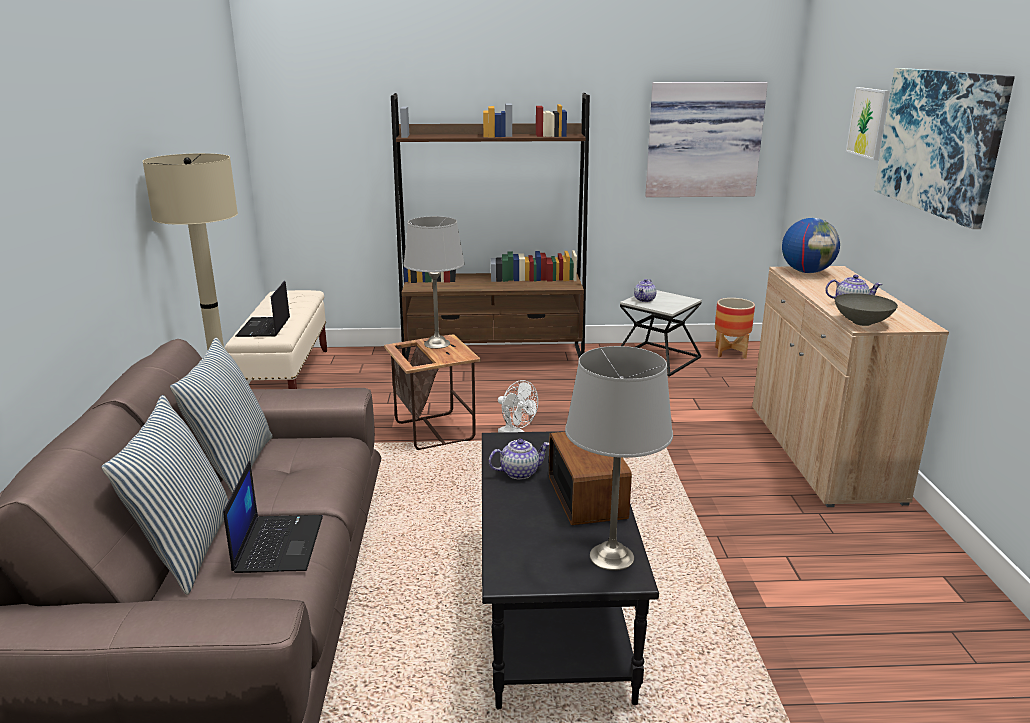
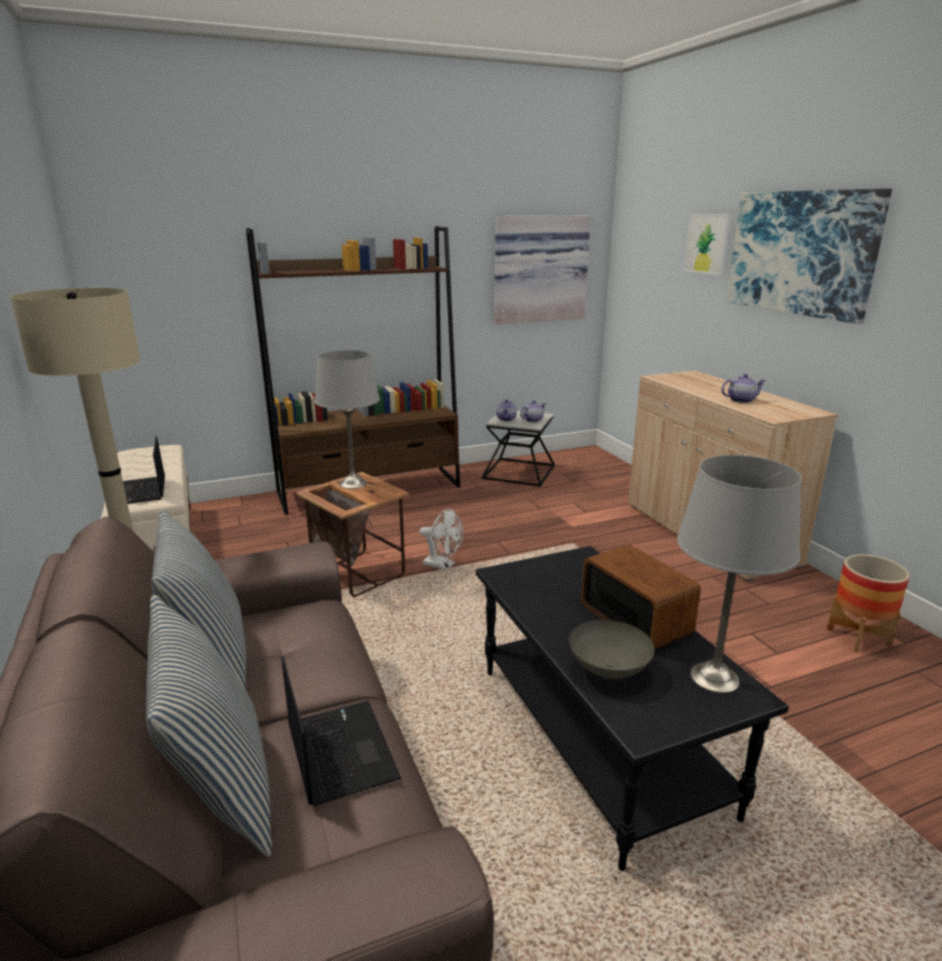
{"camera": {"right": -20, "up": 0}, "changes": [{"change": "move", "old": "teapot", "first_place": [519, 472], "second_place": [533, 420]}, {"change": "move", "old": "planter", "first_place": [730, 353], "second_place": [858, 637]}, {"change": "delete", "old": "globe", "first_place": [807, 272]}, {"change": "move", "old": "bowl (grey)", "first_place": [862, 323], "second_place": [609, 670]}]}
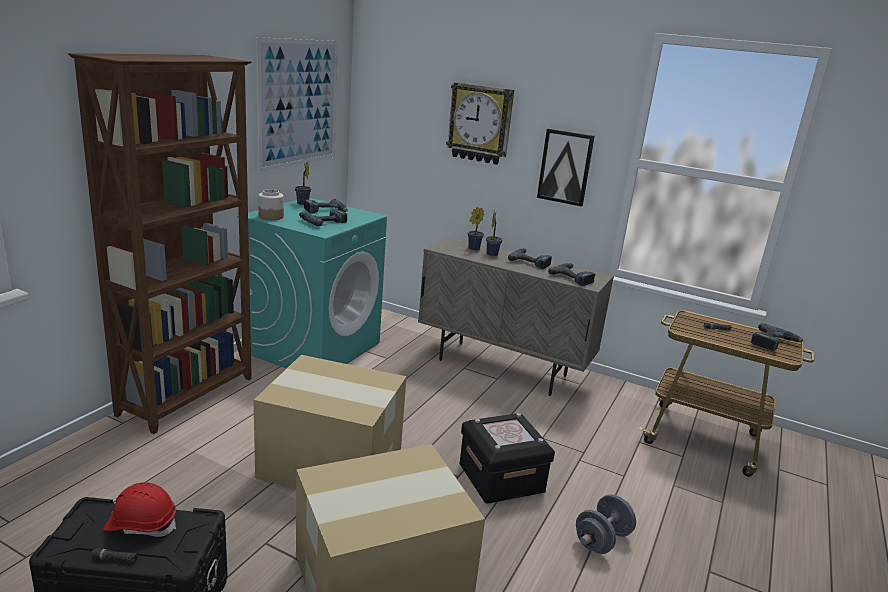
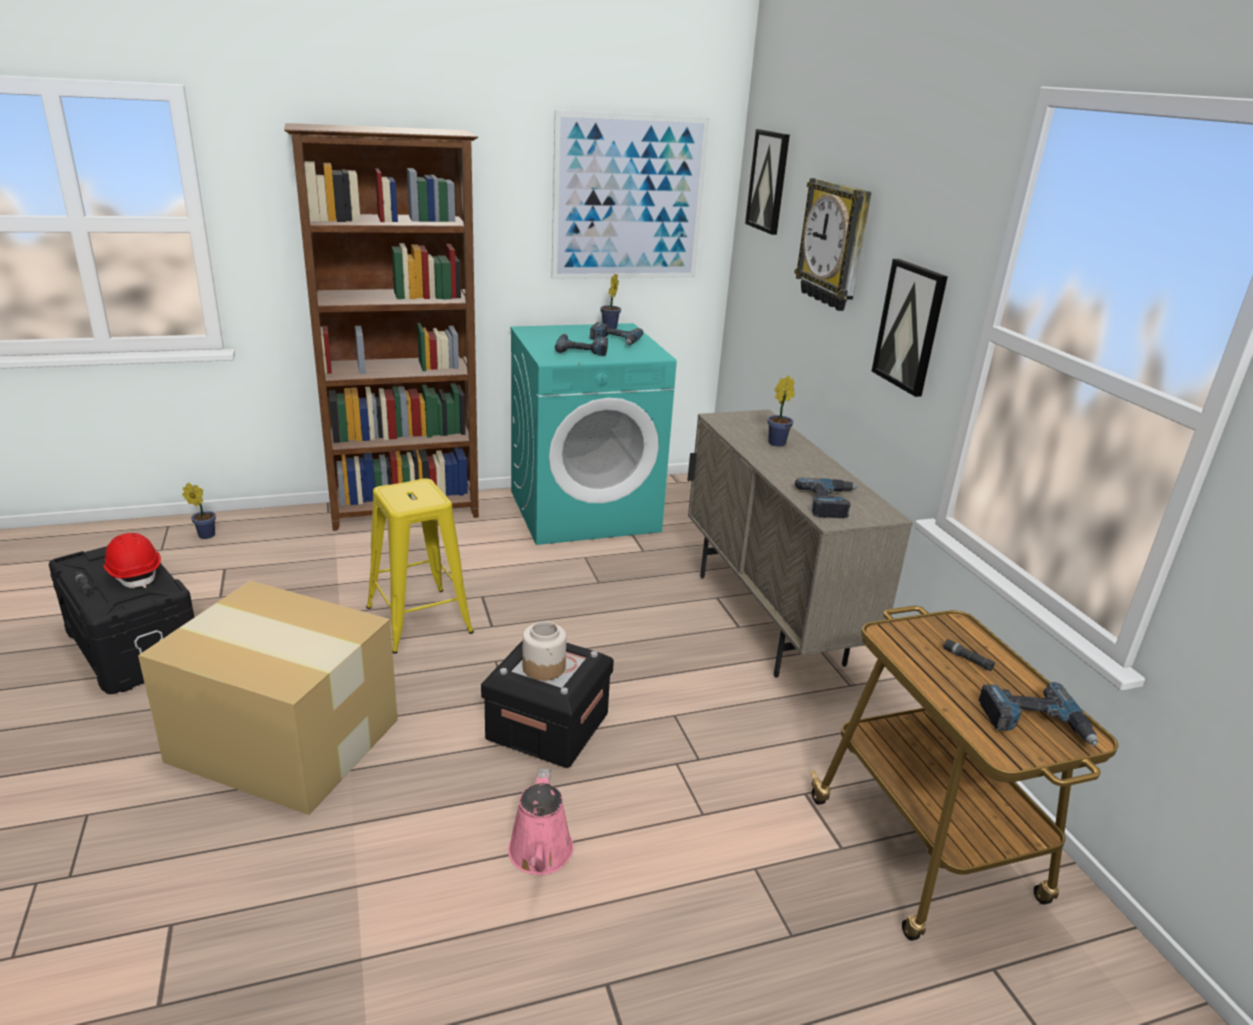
{"camera": {"right": 45, "up": 5}, "changes": [{"change": "replace", "old": "cardboard box", "new": "stool (yellow)", "first_place": [330, 461], "second_place": [419, 620]}, {"change": "move", "old": "jar", "first_place": [271, 217], "second_place": [544, 667]}, {"change": "move", "old": "potted plant", "first_place": [472, 248], "second_place": [204, 535]}, {"change": "delete", "old": "power drill", "first_place": [530, 261]}, {"change": "replace", "old": "dumbbell (grey)", "new": "watering can (pink)", "first_place": [602, 540], "second_place": [540, 855]}, {"change": "insert", "new": "picture", "second_place": [768, 181]}]}
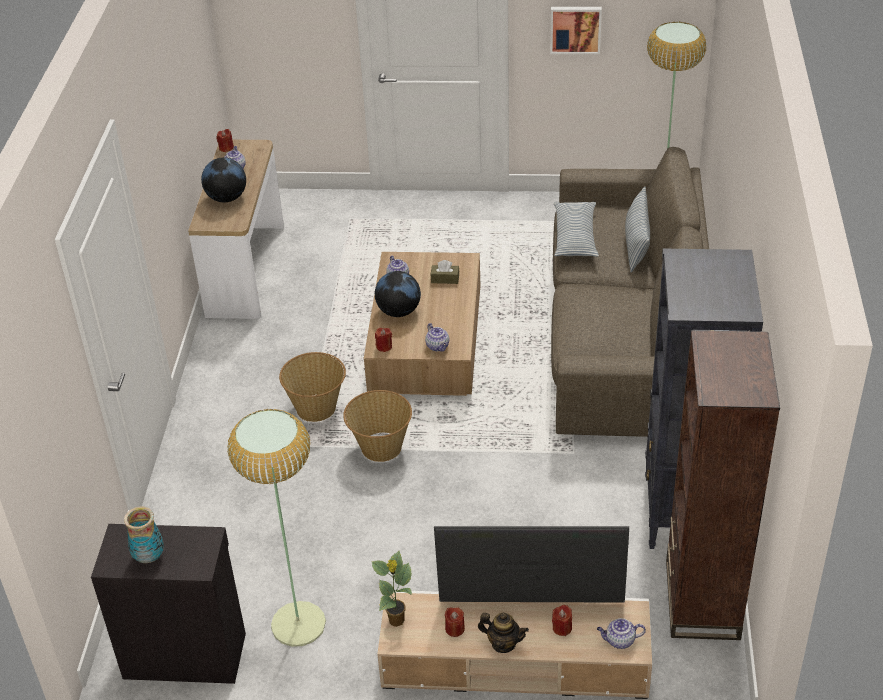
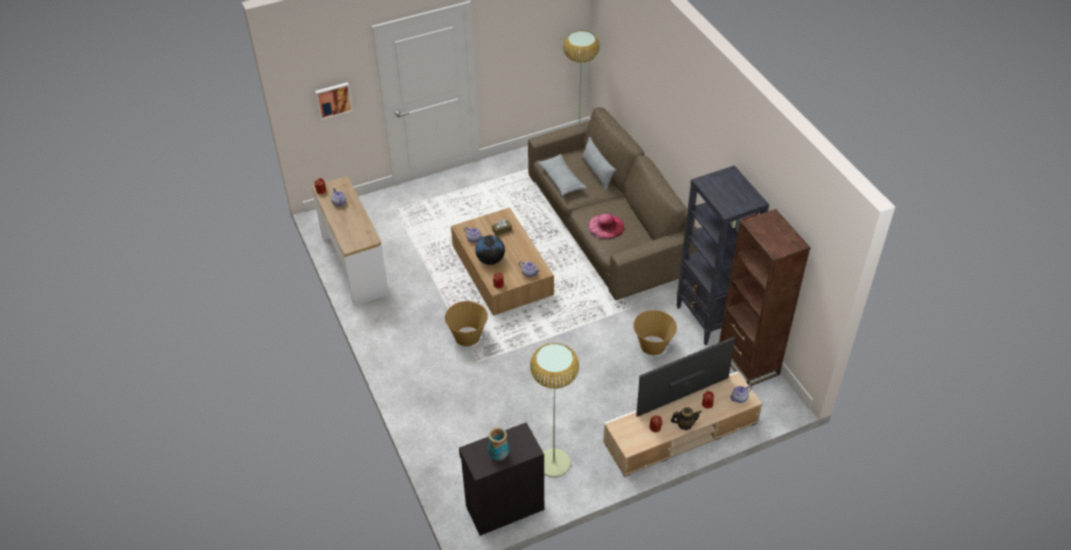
{"camera": {"right": -30, "up": 5}, "changes": [{"change": "delete", "old": "globe", "first_place": [227, 198]}, {"change": "move", "old": "basket", "first_place": [380, 447], "second_place": [652, 346]}, {"change": "delete", "old": "potted plant", "first_place": [396, 621]}, {"change": "move", "old": "picture", "first_place": [575, 29], "second_place": [333, 100]}, {"change": "insert", "new": "hat (pink)", "second_place": [606, 226]}]}
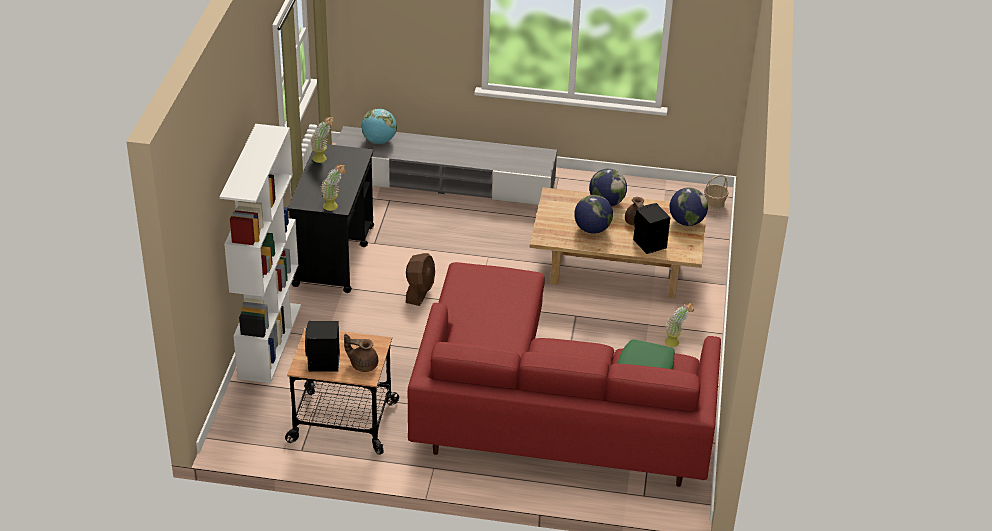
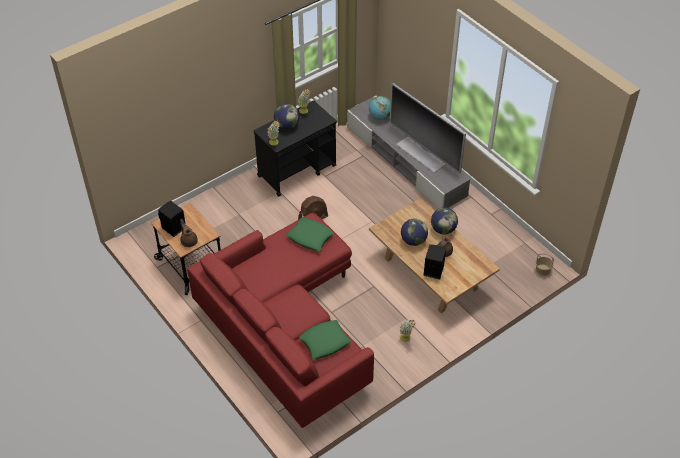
{"camera": {"right": 45, "up": 10}, "changes": [{"change": "delete", "old": "bookcase (white)", "first_place": [269, 341]}, {"change": "move", "old": "globe", "first_place": [686, 222], "second_place": [287, 125]}, {"change": "insert", "new": "pillow (green)", "second_place": [310, 237]}, {"change": "insert", "new": "television", "second_place": [421, 154]}]}
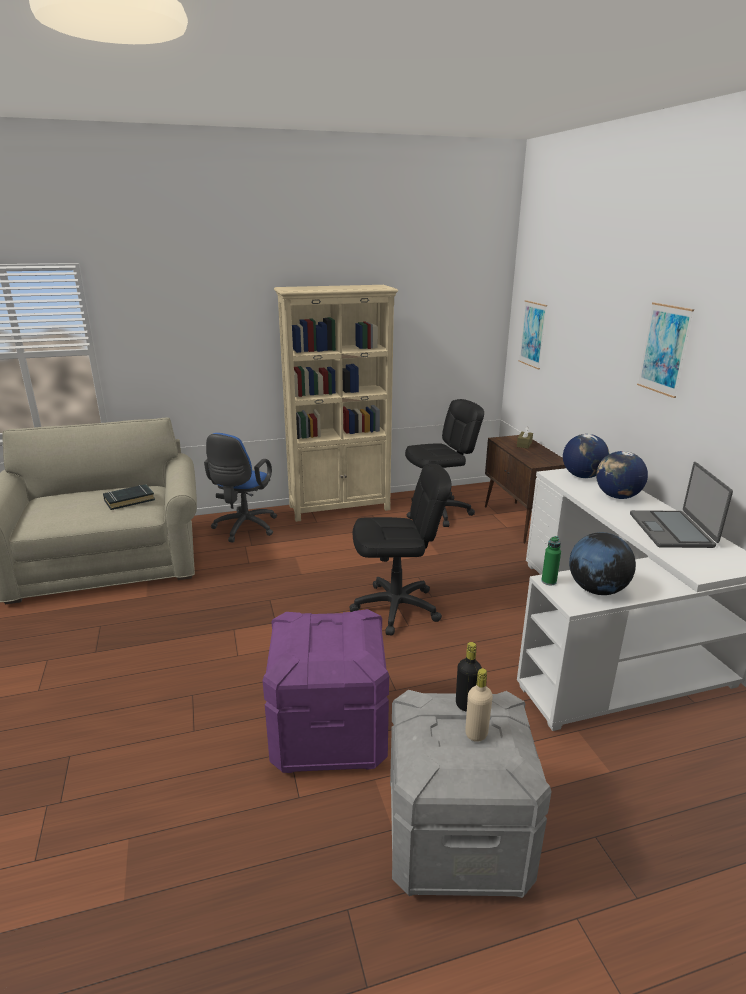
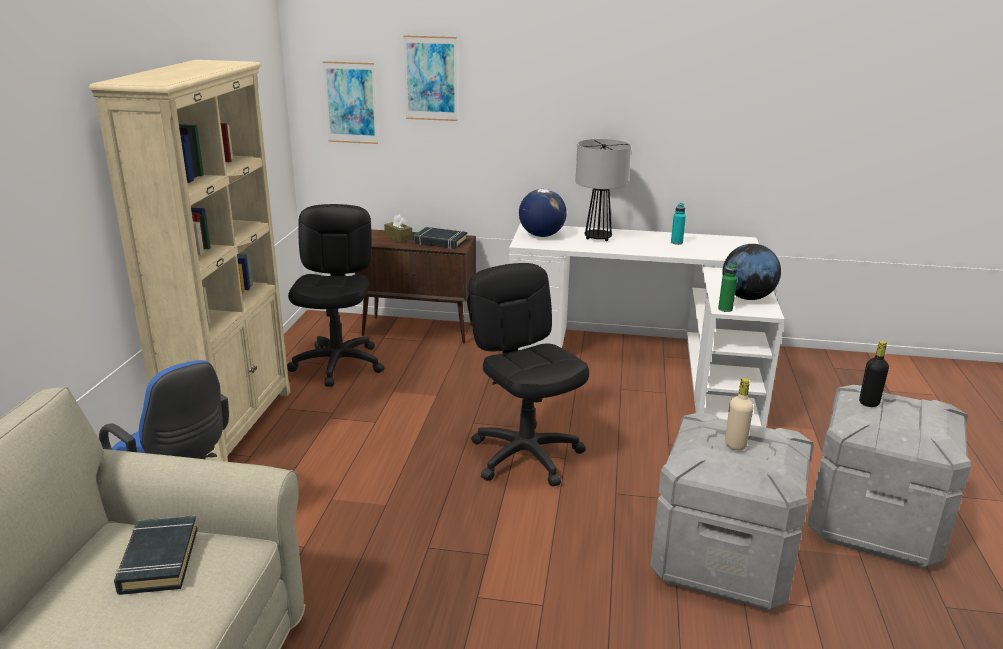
{"camera": {"right": -65, "up": 0}, "changes": [{"change": "recolor", "old": "storage box (purple)", "new": "storage box (grey)", "first_place": [330, 733], "second_place": [724, 561]}, {"change": "rotate", "old": "office chair (black)", "first_place": [396, 608], "second_place": [526, 455], "degrees": -45}, {"change": "move", "old": "bottle (beige)", "first_place": [476, 734], "second_place": [735, 445]}, {"change": "replace", "old": "globe", "new": "table lamp", "first_place": [617, 496], "second_place": [598, 238]}, {"change": "replace", "old": "laptop", "new": "bottle (turquoise)", "first_place": [672, 530], "second_place": [676, 242]}, {"change": "move", "old": "picture", "first_place": [664, 349], "second_place": [431, 78]}, {"change": "insert", "new": "book (black)", "second_place": [440, 242]}]}
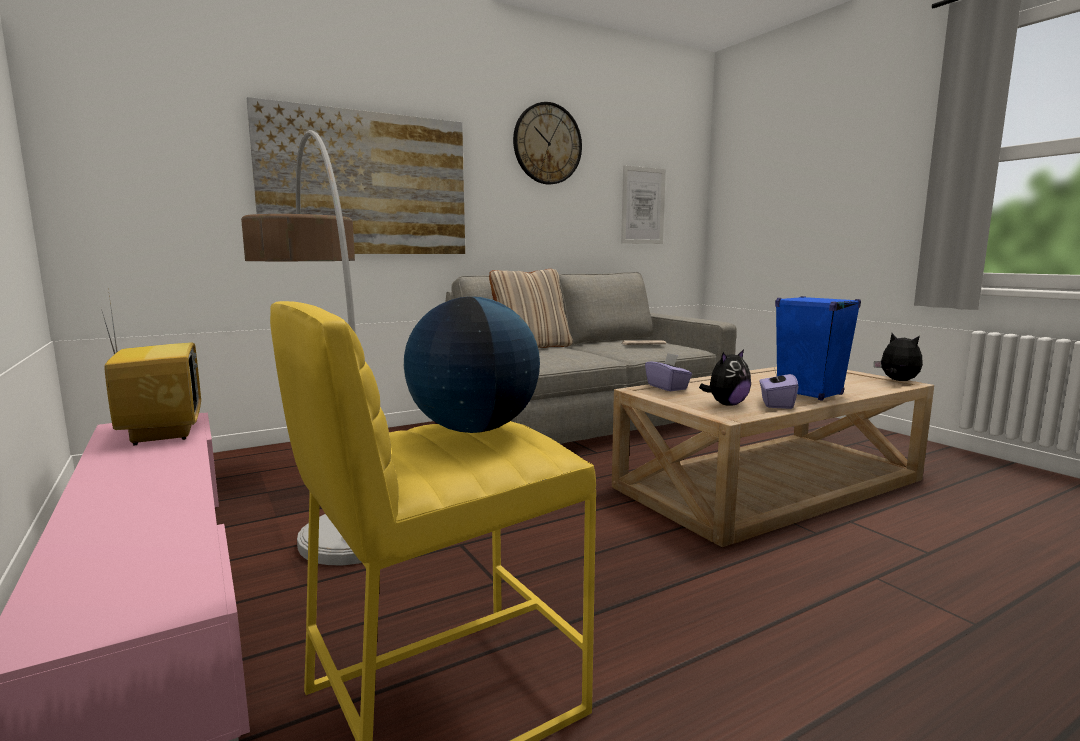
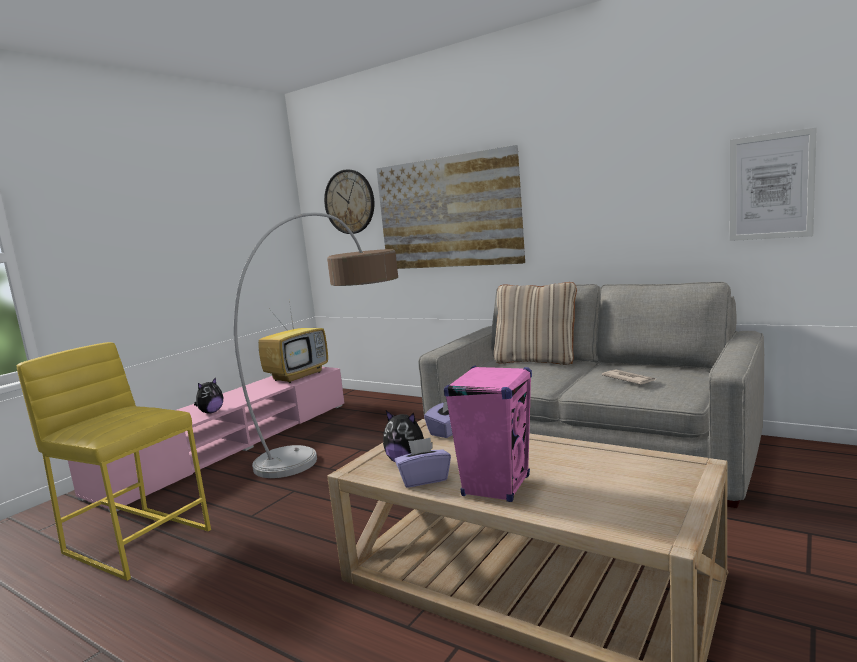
{"camera": {"right": 65, "up": 0}, "changes": [{"change": "delete", "old": "globe", "first_place": [474, 430]}, {"change": "move", "old": "wall clock", "first_place": [547, 144], "second_place": [349, 202]}, {"change": "recolor", "old": "speaker (blue)", "new": "speaker (pink)", "first_place": [808, 393], "second_place": [496, 486]}, {"change": "move", "old": "plush toy", "first_place": [897, 381], "second_place": [211, 412]}]}
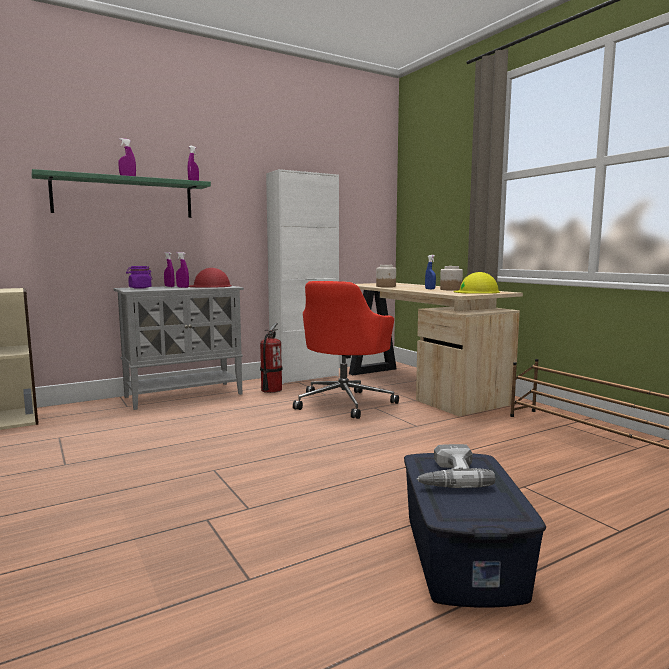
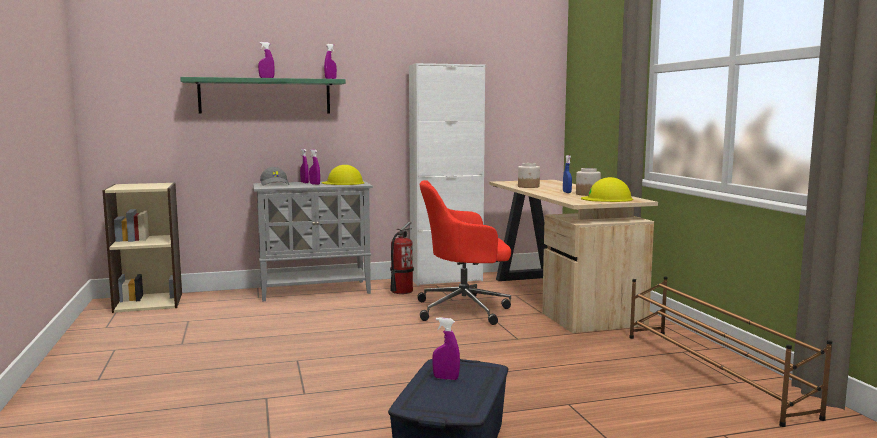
{"camera": {"right": 15, "up": 0}, "changes": [{"change": "replace", "old": "jar (purple)", "new": "cap (grey)", "first_place": [140, 288], "second_place": [275, 184]}, {"change": "recolor", "old": "hard hat (red)", "new": "hard hat (yellow)", "first_place": [210, 286], "second_place": [343, 183]}, {"change": "rotate", "old": "office chair (red)", "first_place": [345, 402], "second_place": [465, 309], "degrees": 45}, {"change": "replace", "old": "power drill", "new": "spray bottle (purple)", "first_place": [447, 476], "second_place": [446, 378]}]}
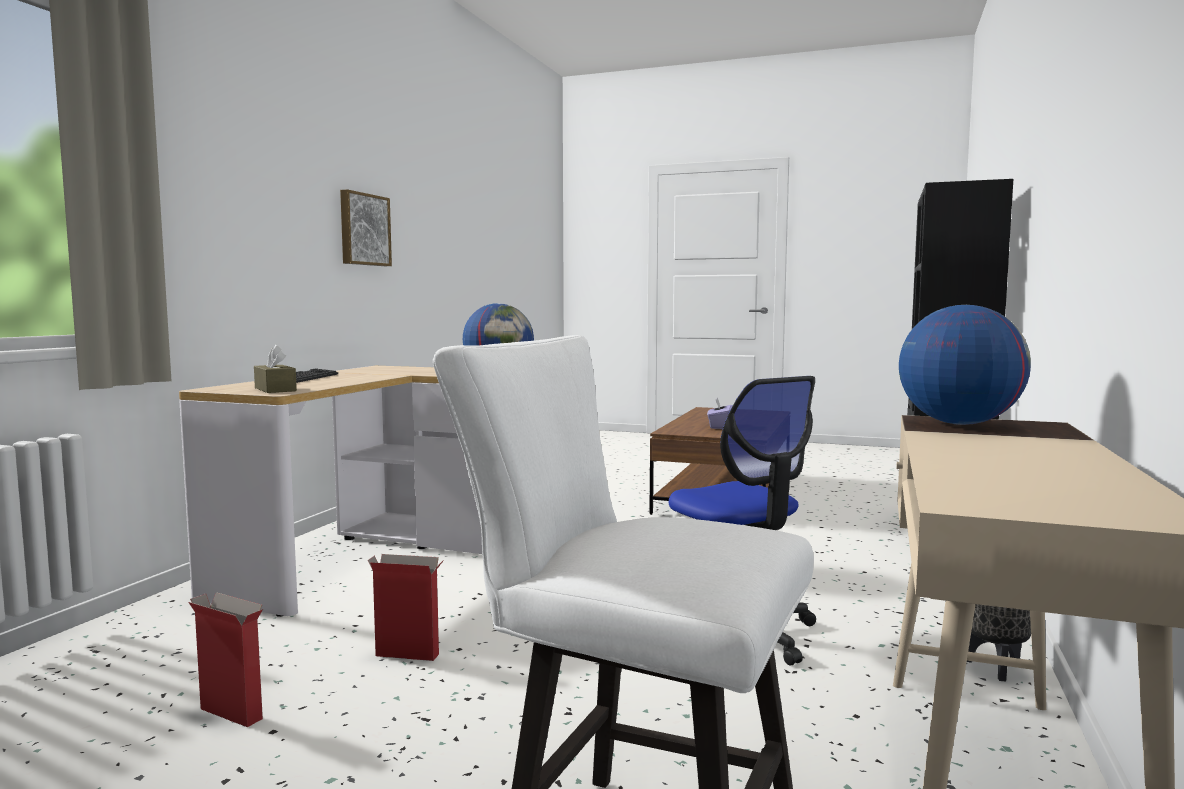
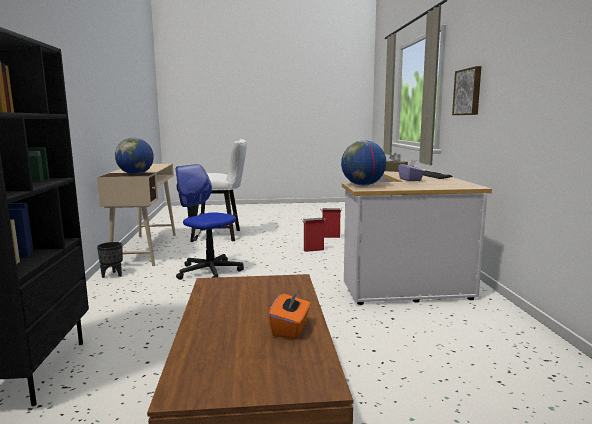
{"camera": {"right": 155, "up": 5}, "changes": [{"change": "move", "old": "picture", "first_place": [363, 229], "second_place": [468, 92]}, {"change": "move", "old": "tissue box (purple)", "first_place": [719, 427], "second_place": [410, 180]}, {"change": "insert", "new": "tissue box (orange)", "second_place": [290, 329]}]}
